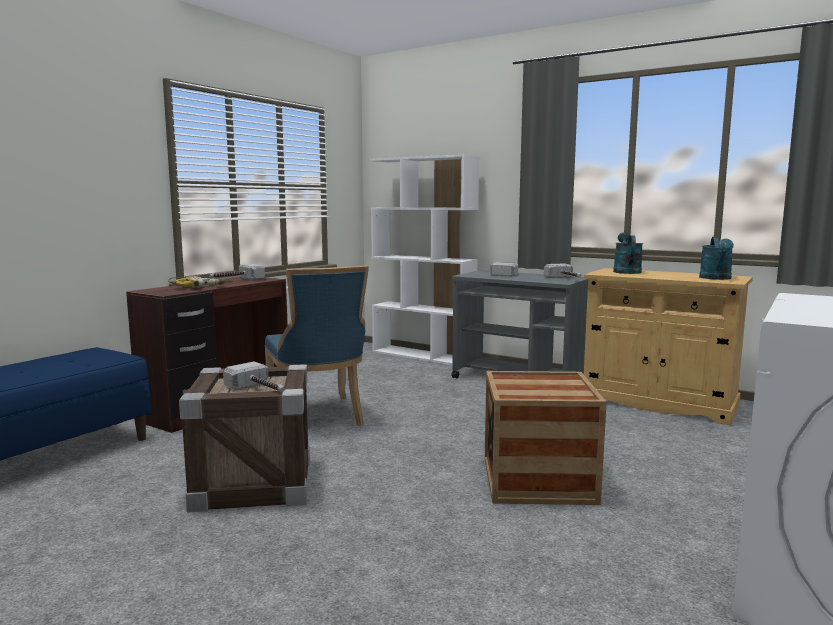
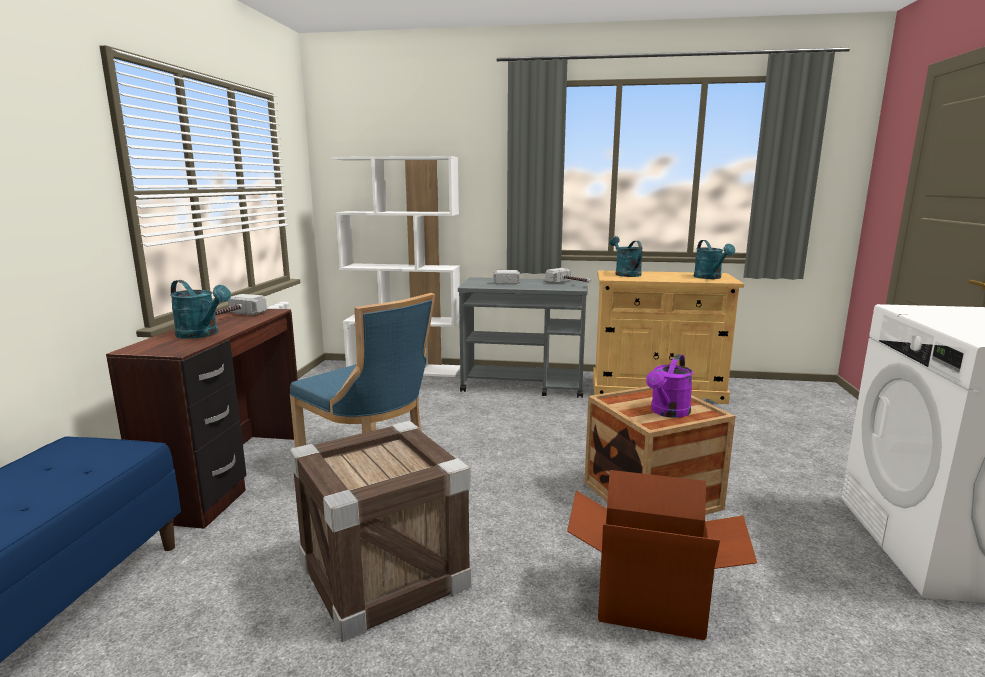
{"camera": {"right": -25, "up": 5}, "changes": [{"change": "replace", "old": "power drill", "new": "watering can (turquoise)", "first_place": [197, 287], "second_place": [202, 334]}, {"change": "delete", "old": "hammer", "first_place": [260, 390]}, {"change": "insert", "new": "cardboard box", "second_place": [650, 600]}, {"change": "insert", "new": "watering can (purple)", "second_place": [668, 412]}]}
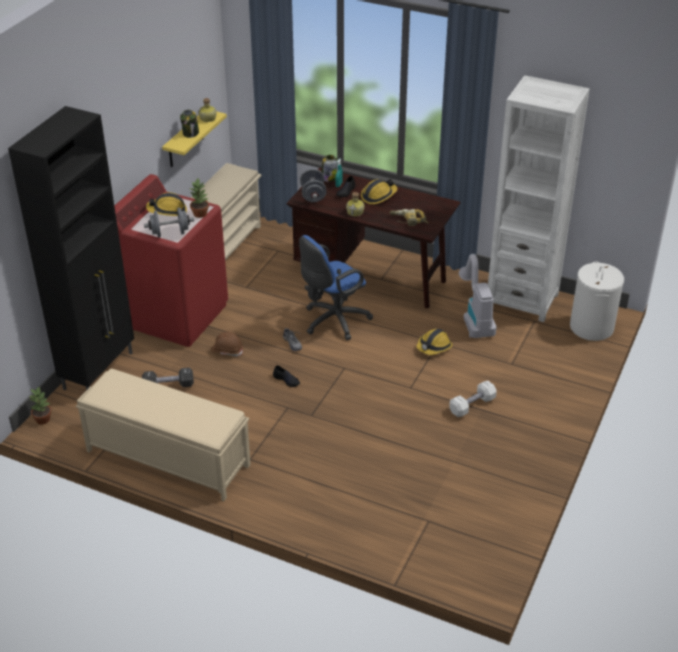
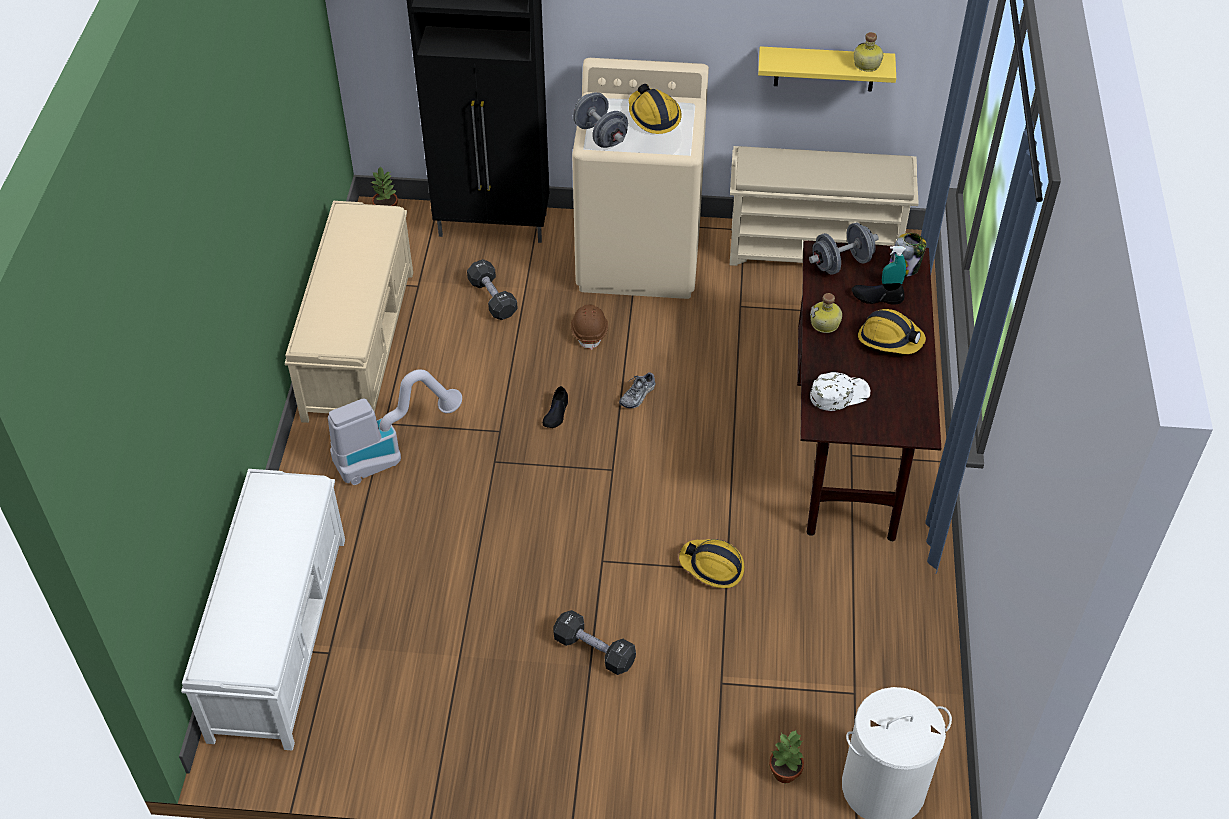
{"camera": {"right": 70, "up": 10}, "changes": [{"change": "recolor", "old": "washing machine (red)", "new": "washing machine (beige)", "first_place": [176, 314], "second_place": [640, 256]}, {"change": "delete", "old": "jar", "first_place": [190, 133]}, {"change": "move", "old": "potted plant", "first_place": [200, 214], "second_place": [785, 773]}, {"change": "delete", "old": "office chair (blue)", "first_place": [333, 321]}, {"change": "replace", "old": "power drill", "new": "cap (white)", "first_place": [408, 221], "second_place": [839, 394]}, {"change": "recolor", "old": "dumbbell (white)", "new": "dumbbell (black)", "first_place": [472, 405], "second_place": [594, 650]}, {"change": "move", "old": "vacuum cleaner", "first_place": [474, 318], "second_place": [390, 452]}, {"change": "delete", "old": "bookcase (white)", "first_place": [522, 299]}, {"change": "insert", "new": "bench (white)", "second_place": [279, 634]}]}
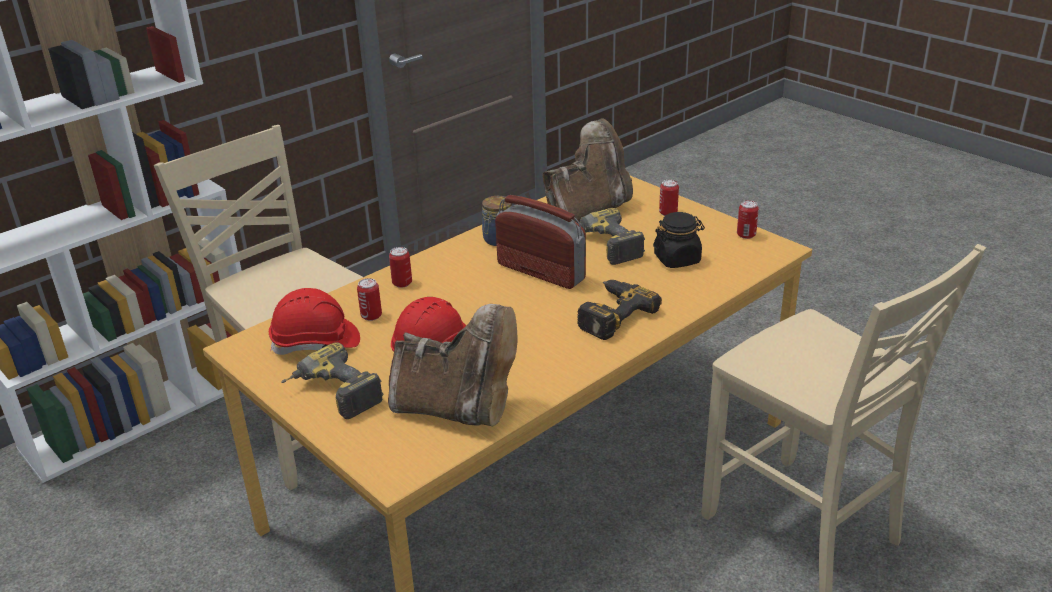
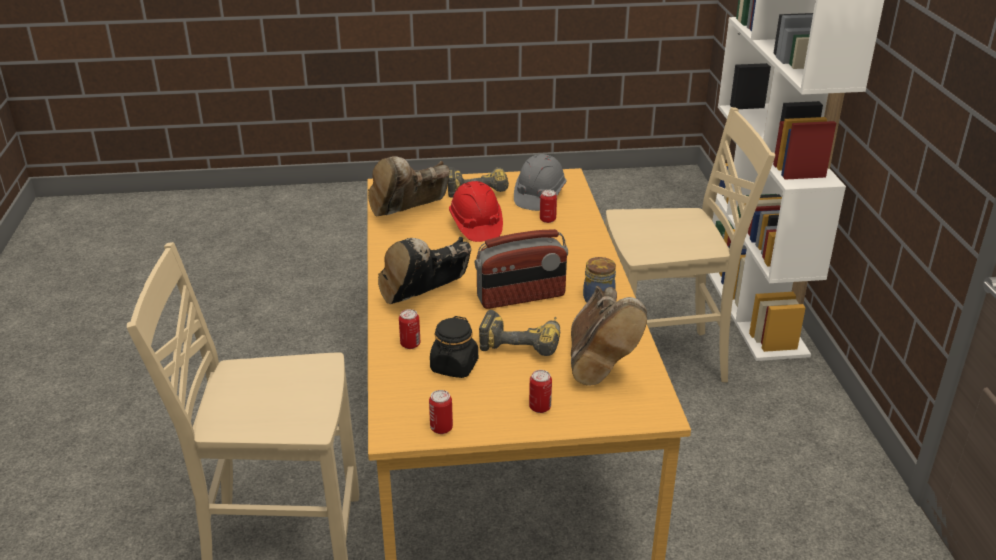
{"camera": {"right": 125, "up": 0}, "changes": [{"change": "recolor", "old": "hard hat (red)", "new": "hard hat (grey)", "first_place": [316, 343], "second_place": [539, 196]}, {"change": "move", "old": "can", "first_place": [402, 283], "second_place": [410, 344]}, {"change": "replace", "old": "power drill", "new": "boot (black)", "first_place": [610, 314], "second_place": [425, 299]}]}
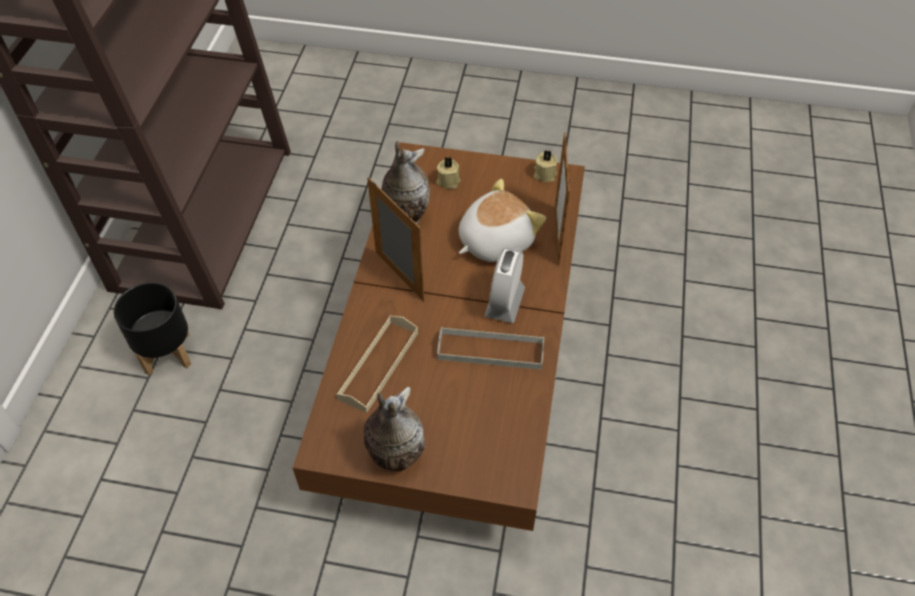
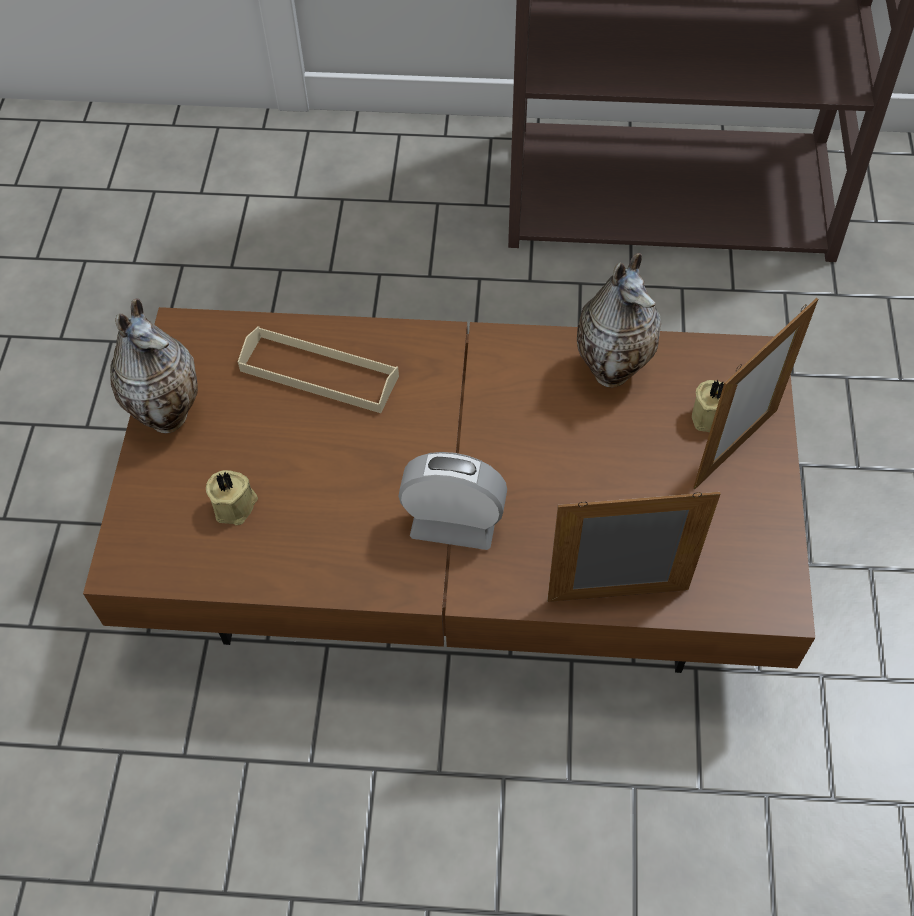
{"camera": {"right": 85, "up": 5}, "changes": [{"change": "delete", "old": "planter (black)", "first_place": [167, 352]}, {"change": "move", "old": "picture frame", "first_place": [399, 276], "second_place": [735, 448]}, {"change": "delete", "old": "tray (grey)", "first_place": [490, 351]}, {"change": "delete", "old": "plush toy", "first_place": [494, 241]}, {"change": "move", "old": "candle (beige)", "first_place": [544, 174], "second_place": [236, 506]}]}
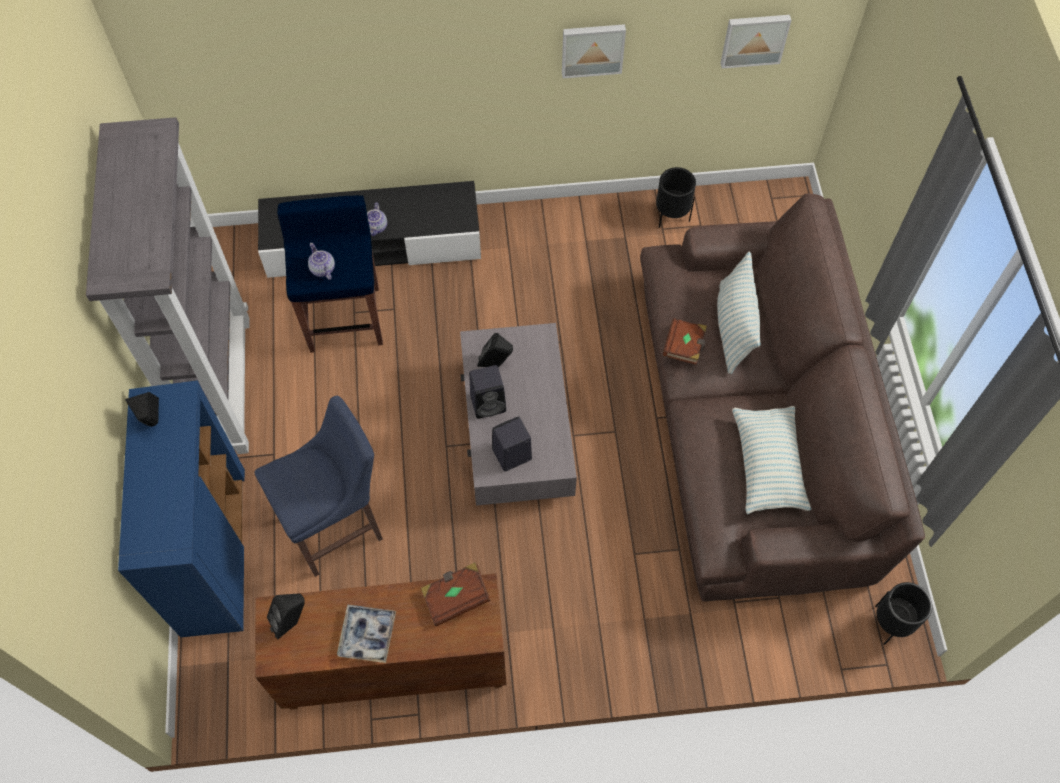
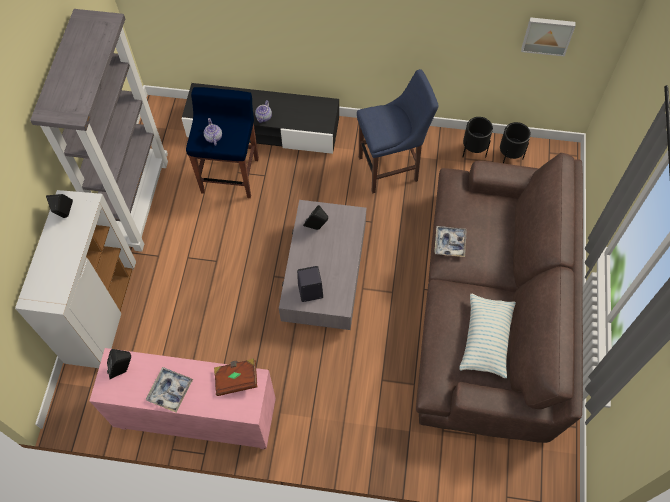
{"camera": {"right": 15, "up": 0}, "changes": [{"change": "recolor", "old": "cabinet (blue)", "new": "cabinet (white)", "first_place": [213, 551], "second_place": [101, 311]}, {"change": "move", "old": "stool (blue)", "first_place": [338, 526], "second_place": [391, 168]}, {"change": "recolor", "old": "cabinet (brown)", "new": "cabinet (pink)", "first_place": [393, 668], "second_place": [196, 418]}, {"change": "delete", "old": "speaker (black)", "first_place": [489, 403]}, {"change": "delete", "old": "picture", "first_place": [592, 49]}, {"change": "replace", "old": "book (brown)", "new": "tray", "first_place": [684, 347], "second_place": [450, 243]}, {"change": "delete", "old": "pillow", "first_place": [733, 327]}, {"change": "move", "old": "planter (black)", "first_place": [890, 624], "second_place": [509, 157]}]}
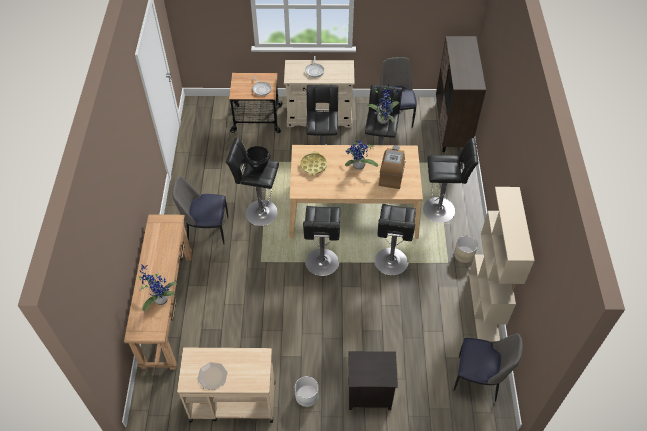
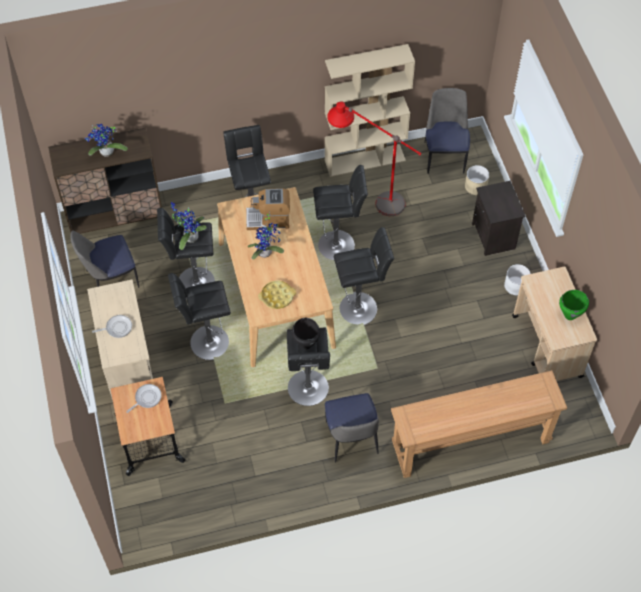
{"camera": {"right": -105, "up": 5}, "changes": [{"change": "move", "old": "potted plant", "first_place": [159, 298], "second_place": [106, 153]}, {"change": "replace", "old": "plate", "new": "cooking pot (green)", "first_place": [212, 376], "second_place": [570, 315]}, {"change": "move", "old": "planter (beige)", "first_place": [464, 254], "second_place": [475, 186]}, {"change": "insert", "new": "floor lamp (red)", "second_place": [369, 199]}]}
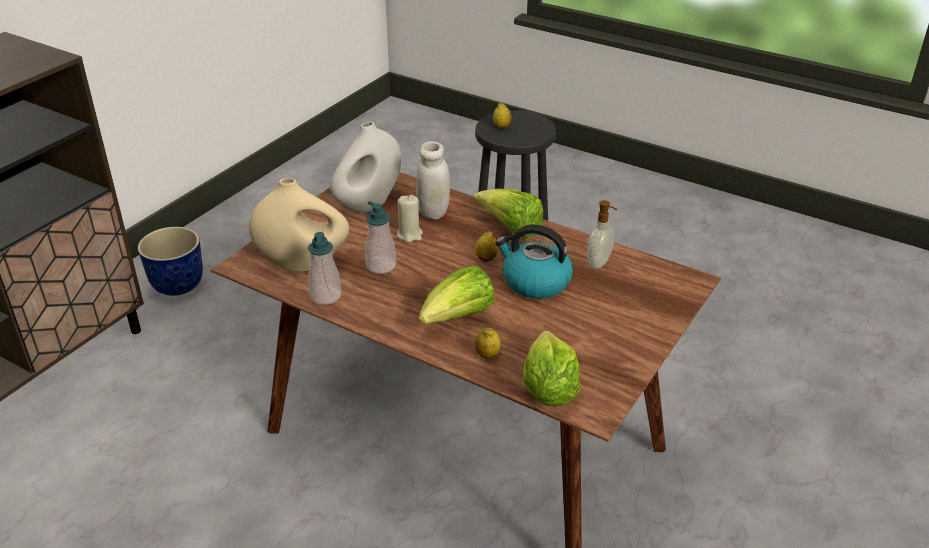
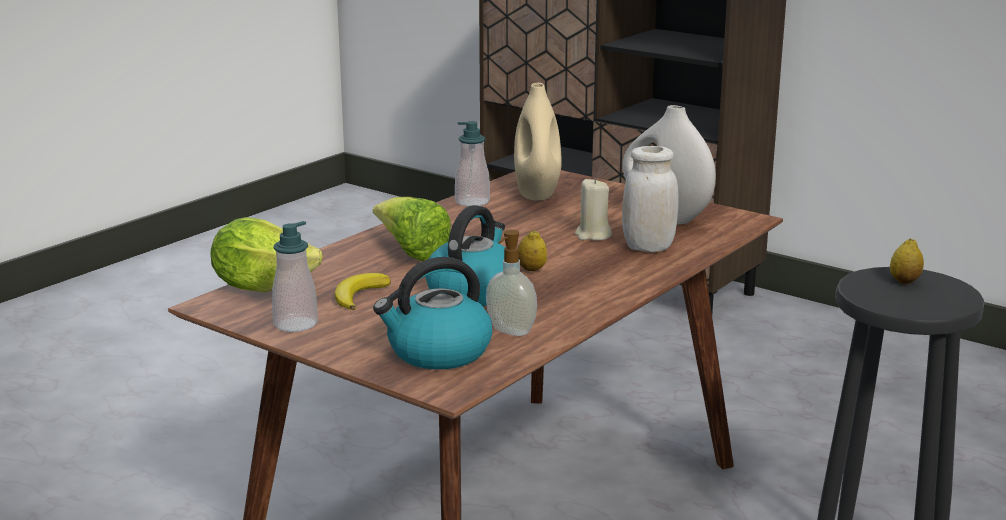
{"camera": {"right": 95, "up": -15}, "changes": [{"change": "delete", "old": "planter", "first_place": [178, 285]}, {"change": "move", "old": "soap dispenser", "first_place": [381, 266], "second_place": [295, 324]}, {"change": "delete", "old": "lettuce", "first_place": [510, 228]}, {"change": "delete", "old": "lemon", "first_place": [487, 355]}, {"change": "insert", "new": "banana", "second_place": [359, 295]}, {"change": "insert", "new": "kettle", "second_place": [438, 352]}]}
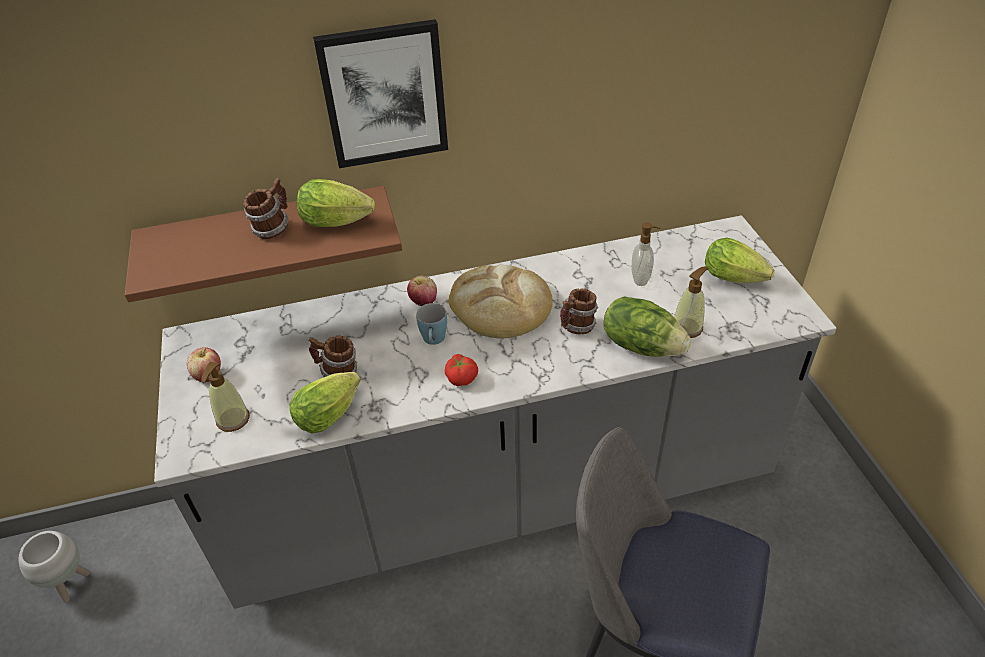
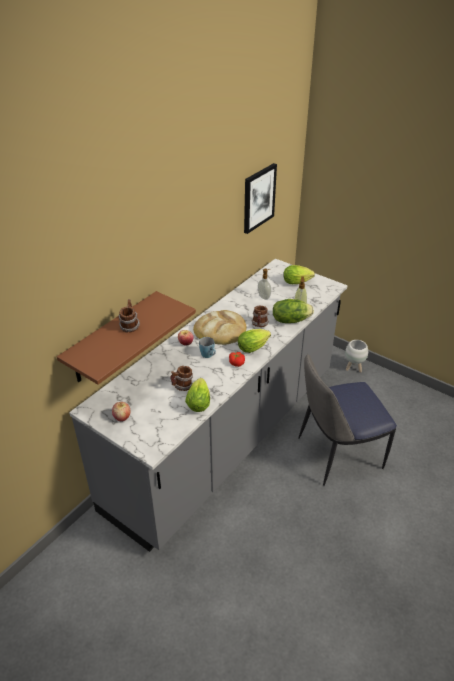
{"camera": {"right": -40, "up": -5}, "changes": [{"change": "move", "old": "planter (white)", "first_place": [70, 584], "second_place": [353, 368]}, {"change": "delete", "old": "soap dispenser", "first_place": [233, 419]}, {"change": "move", "old": "lettuce", "first_place": [340, 222], "second_place": [254, 347]}, {"change": "move", "old": "picture", "first_place": [384, 94], "second_place": [258, 198]}]}
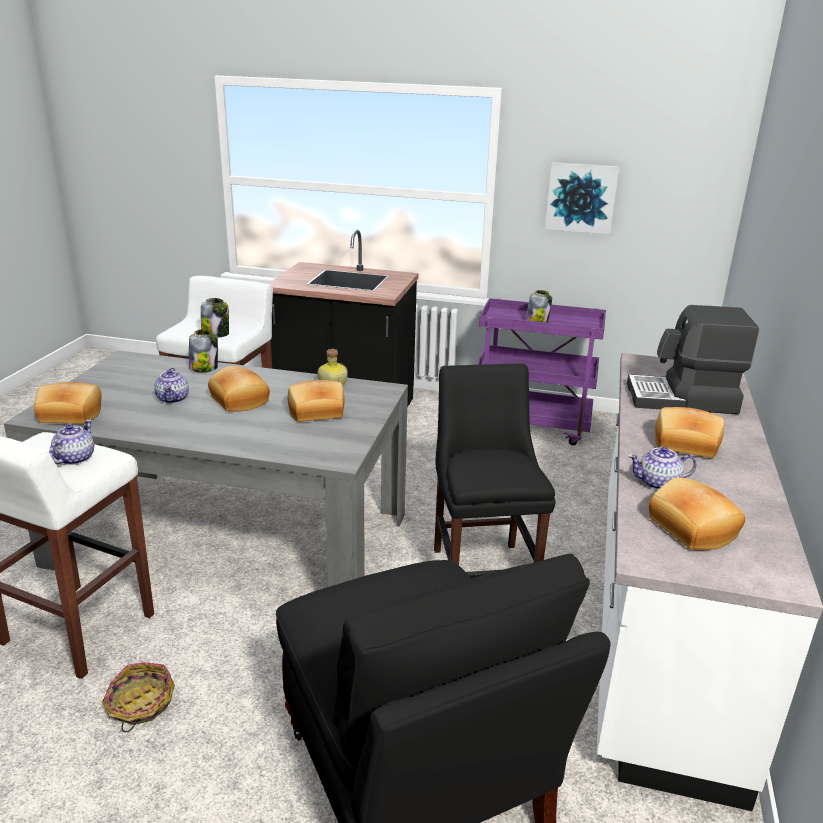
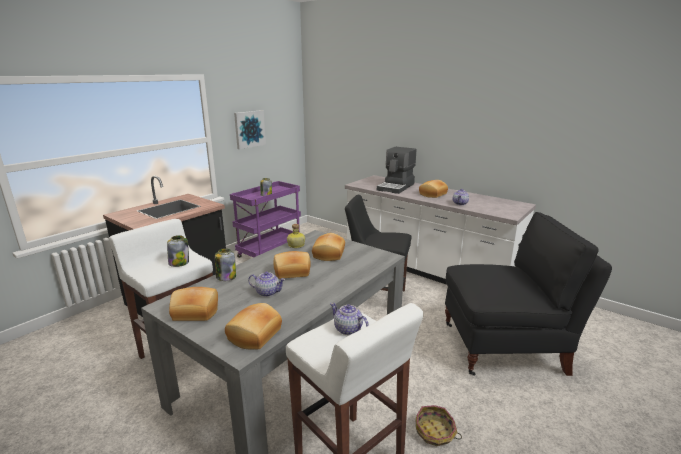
{"camera": {"right": -65, "up": -5}, "changes": [{"change": "move", "old": "bread", "first_place": [690, 529], "second_place": [195, 312]}]}
